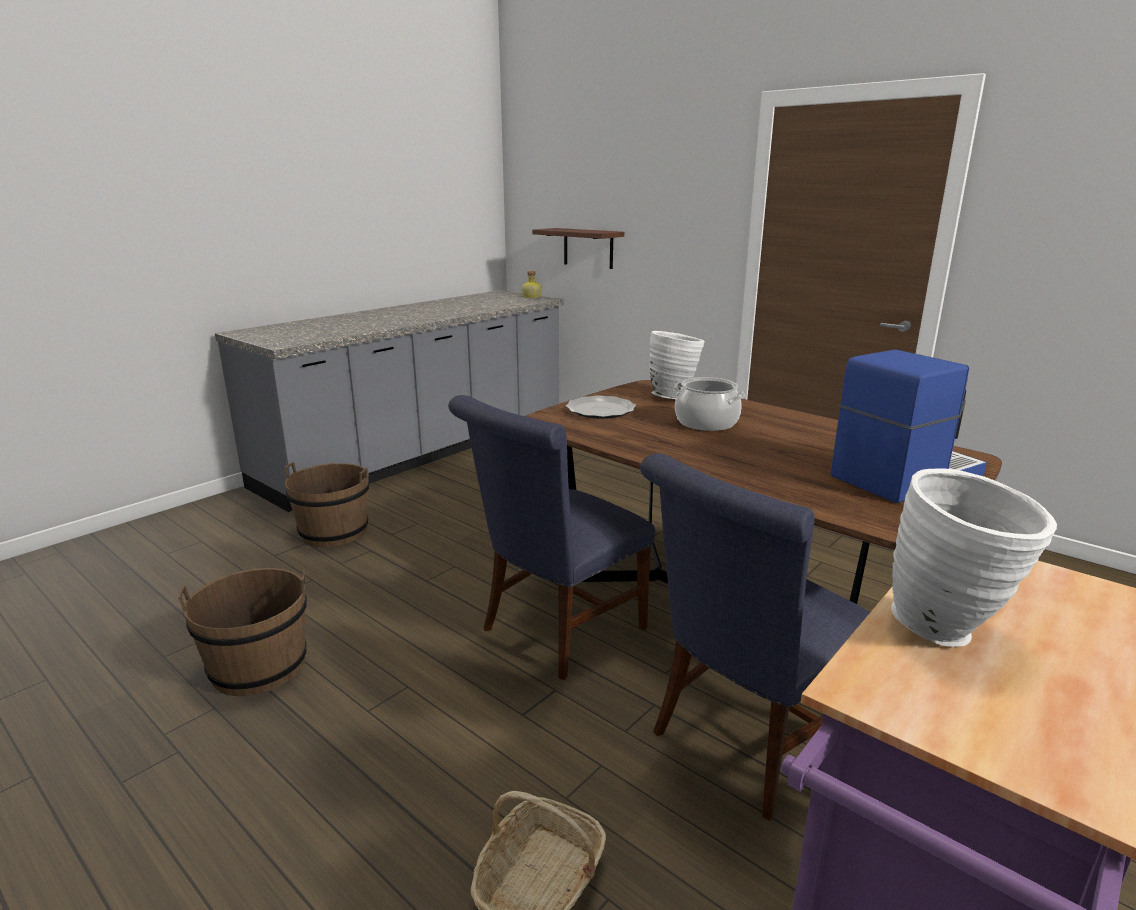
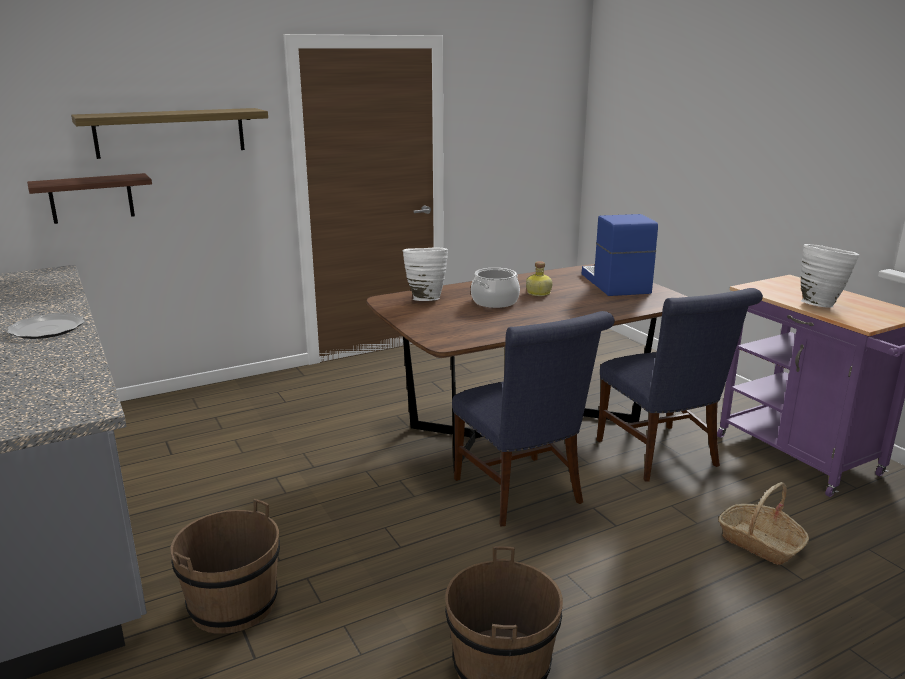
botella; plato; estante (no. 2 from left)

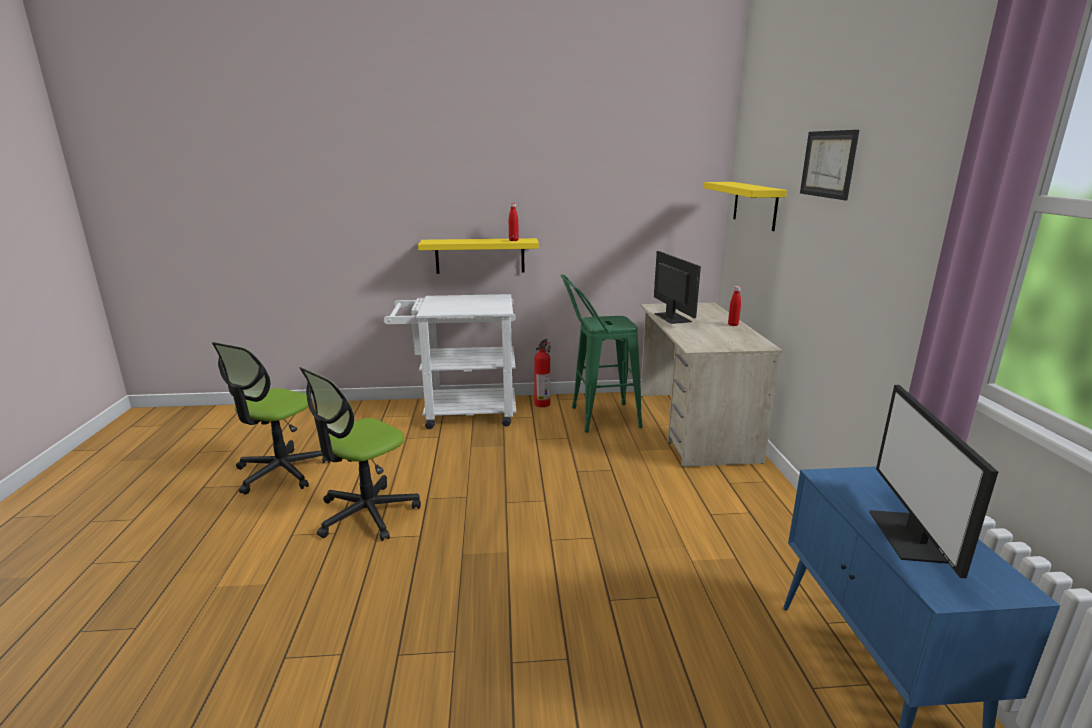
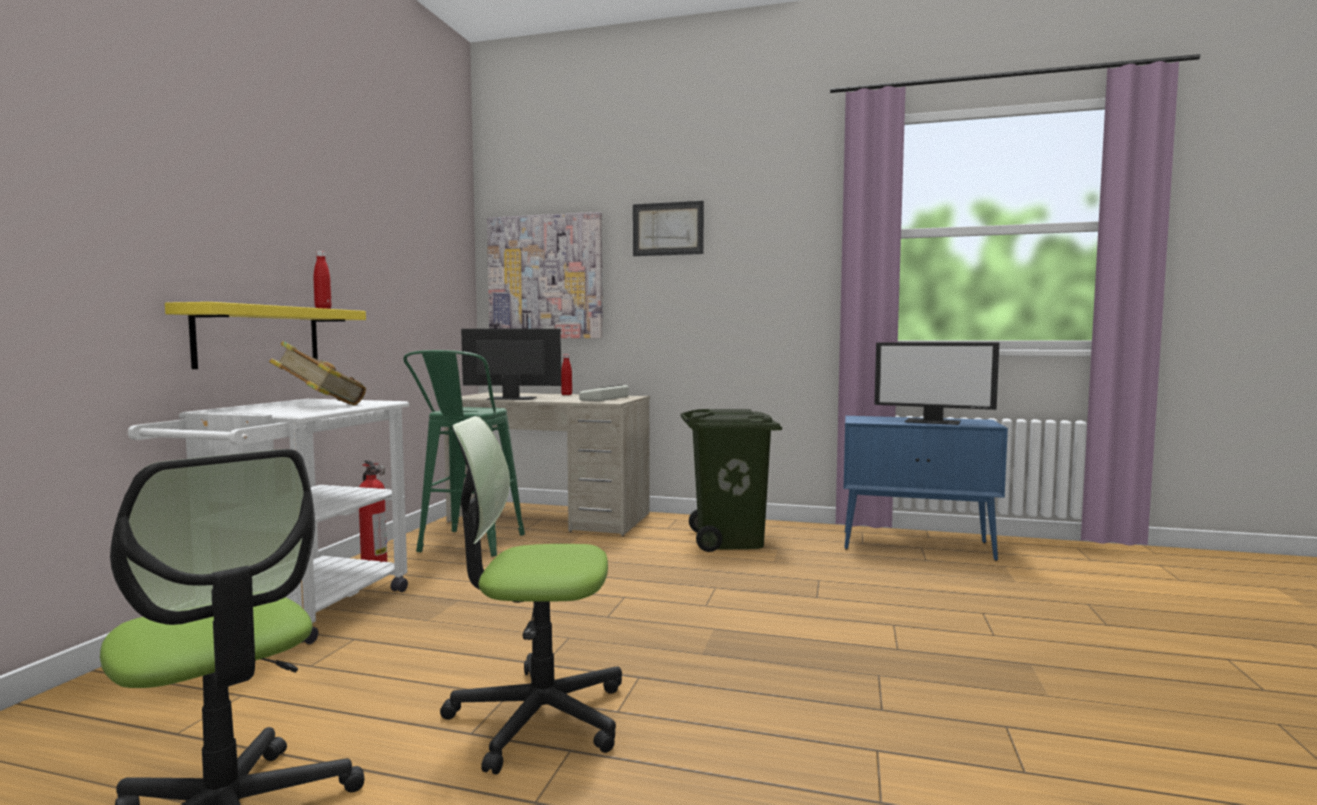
cuadro (no. 1 from left); silla de oficina (no. 2 from left); libro; teclado; papelera (verde)

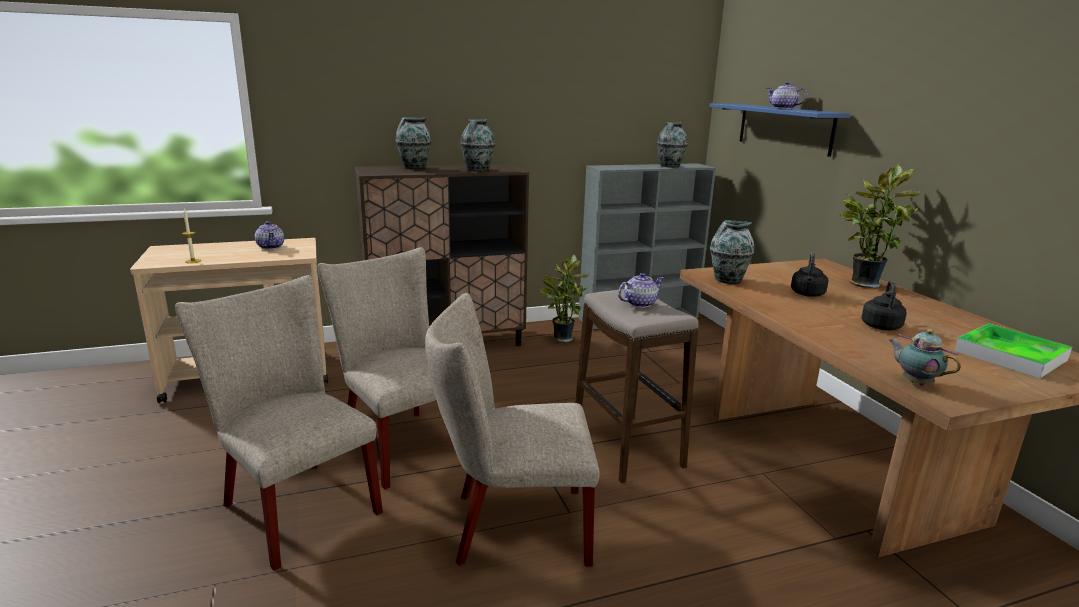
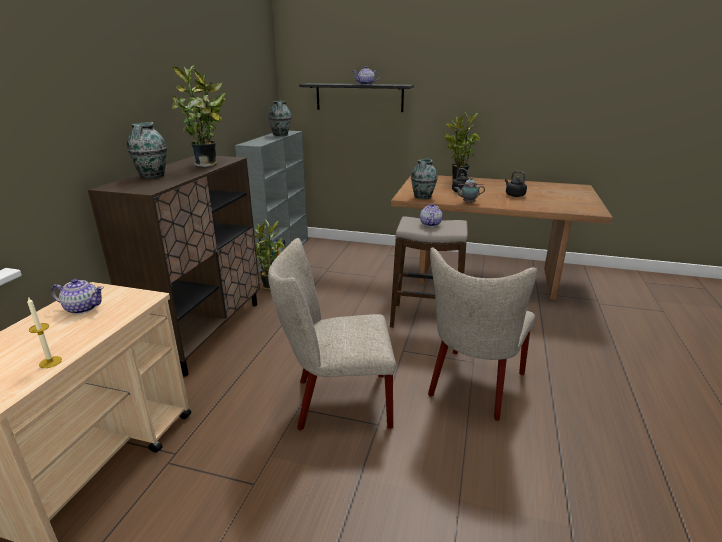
estante (negro); planta en maceta (no. 1 from left); silla (beis) (no. 1 from left in the first image); bandeja; tetera (no. 4 from left)

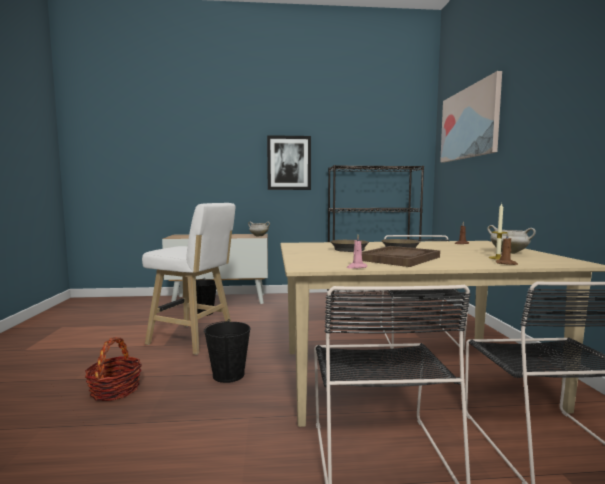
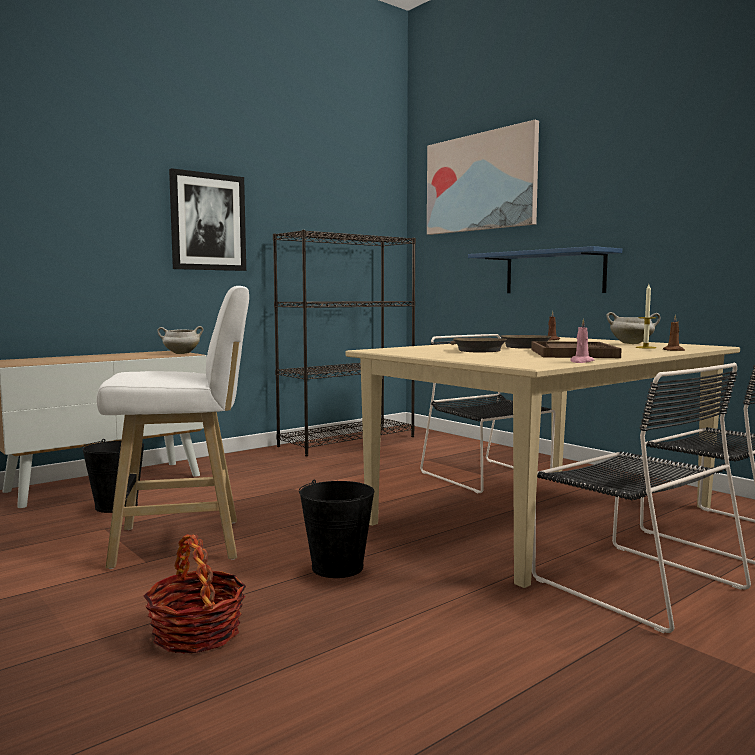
estante (azul)

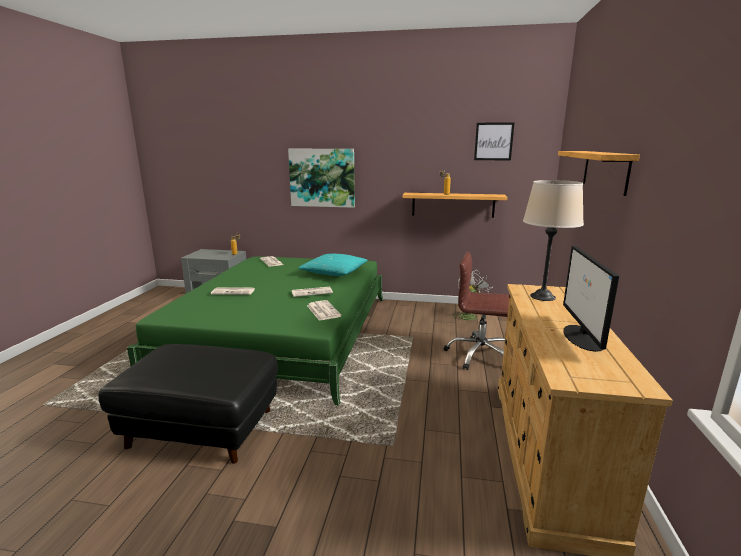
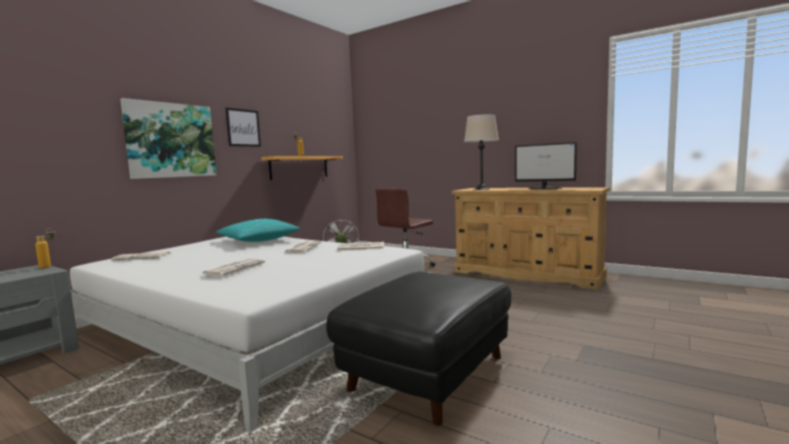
cuadro (no. 2 from left); estante (no. 2 from left in the first image); cama (blanco)

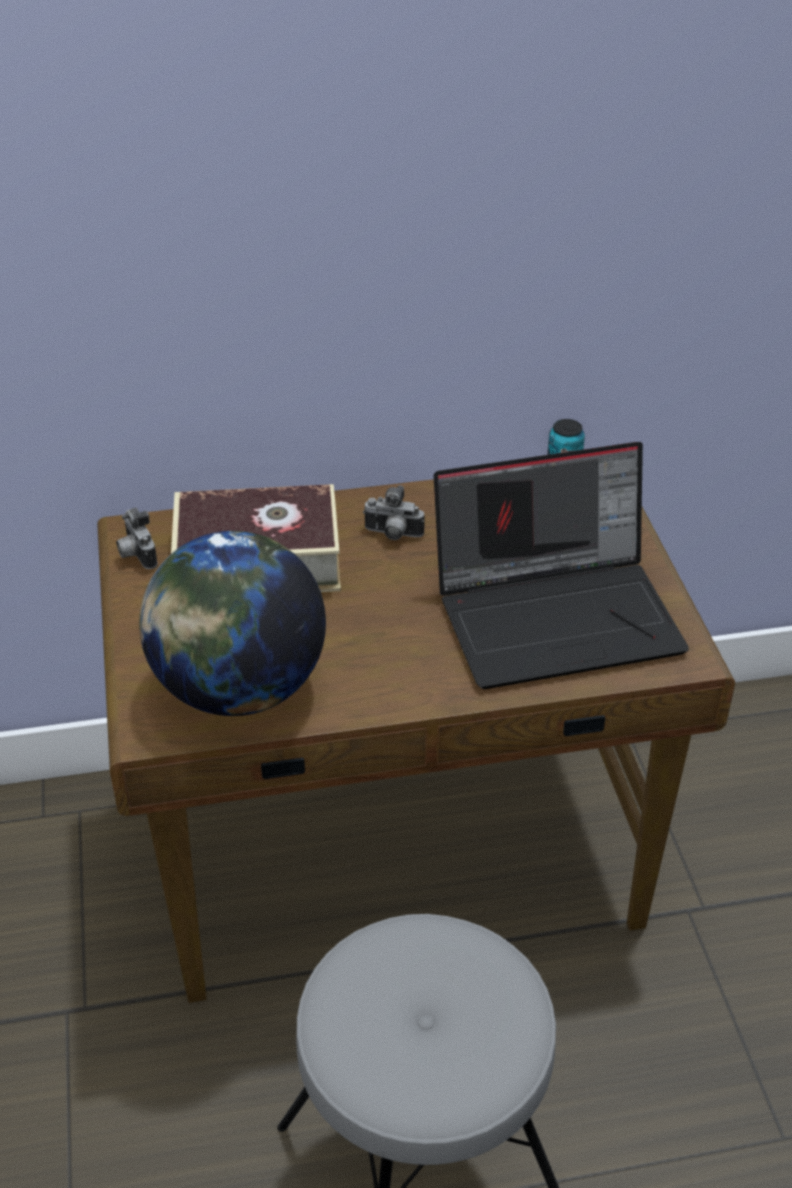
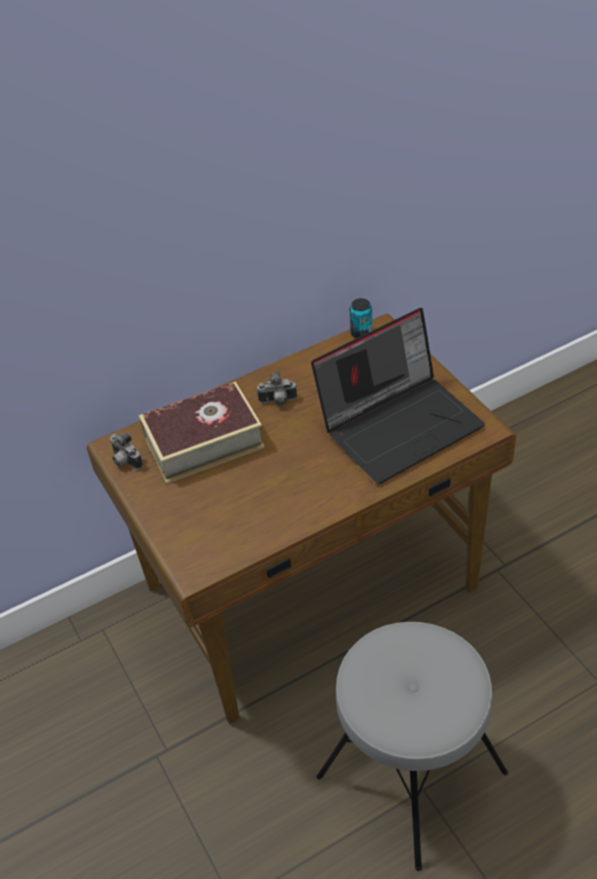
globo terráqueo

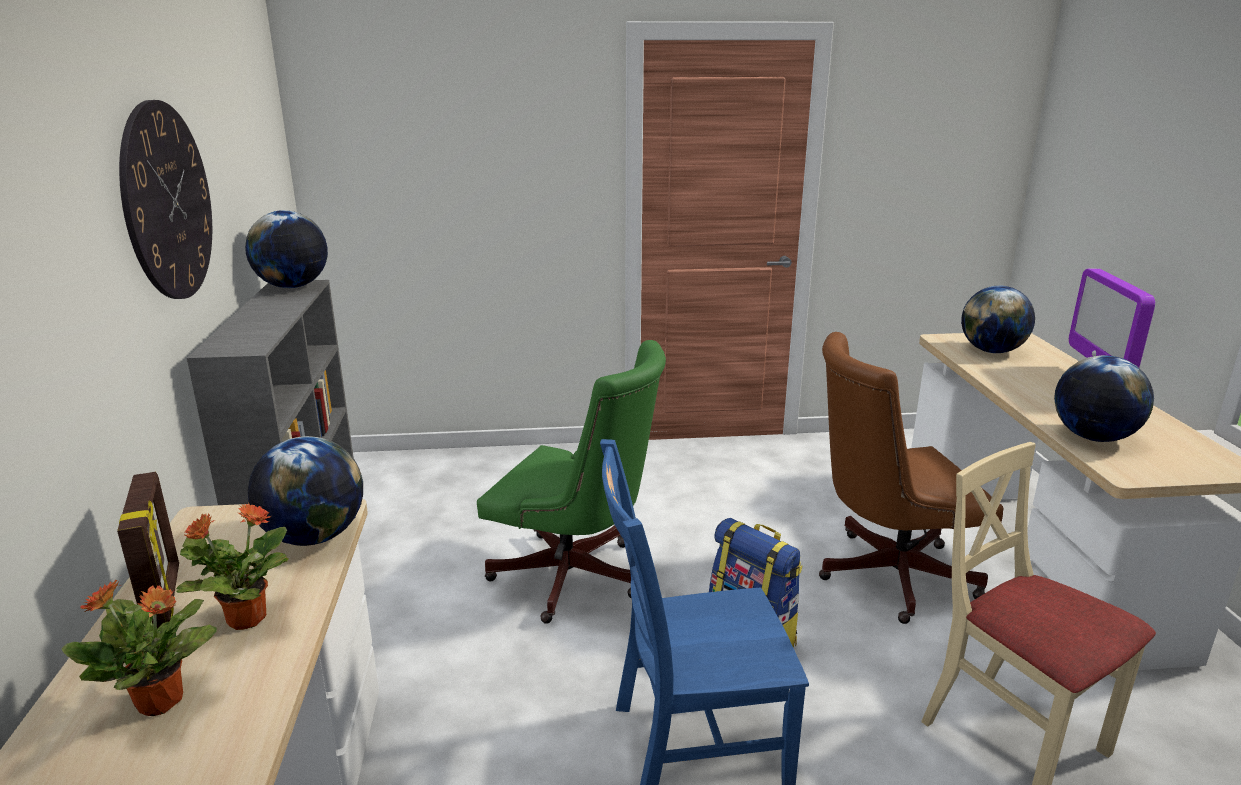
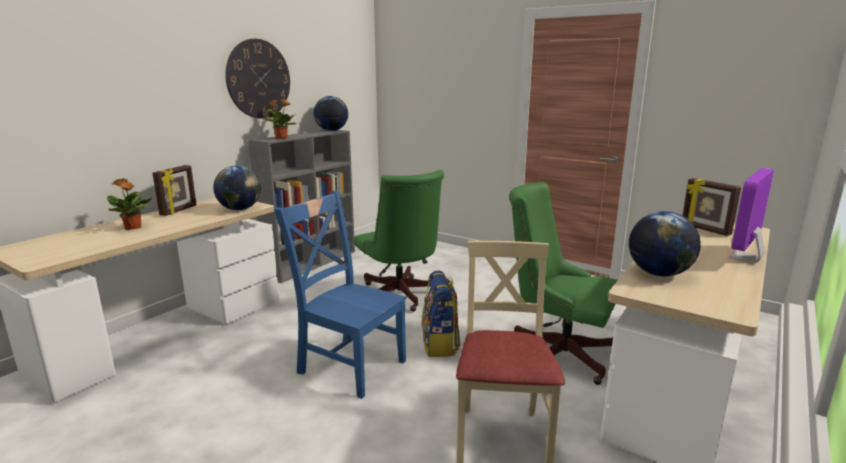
portarretratos (no. 2 from left); silla de oficina (verde) (no. 2 from left); planta en maceta (no. 2 from left)

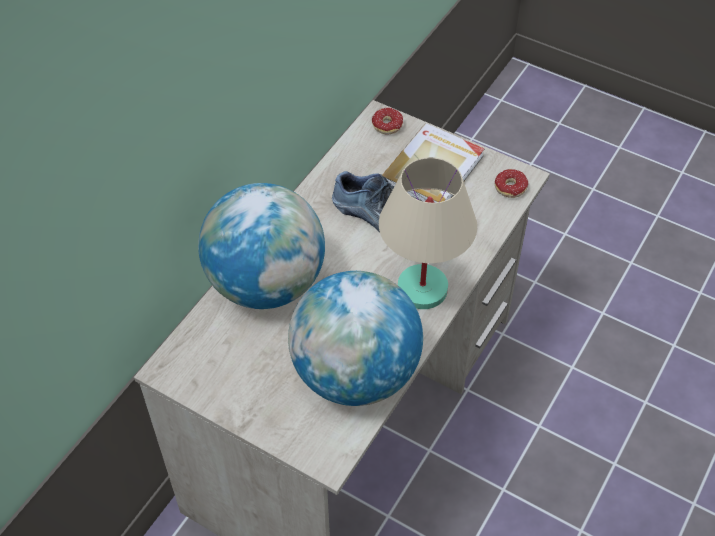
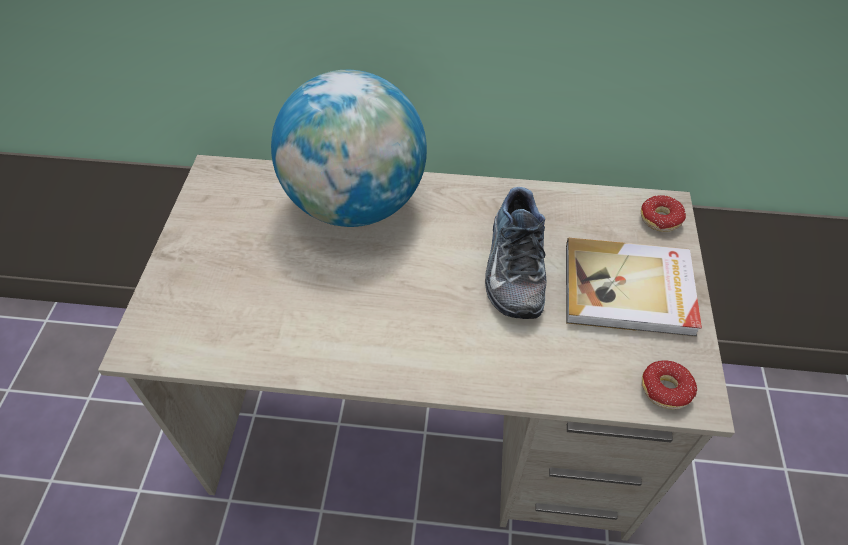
lámpara de mesa (beis); globo terráqueo (no. 2 from left in the first image)

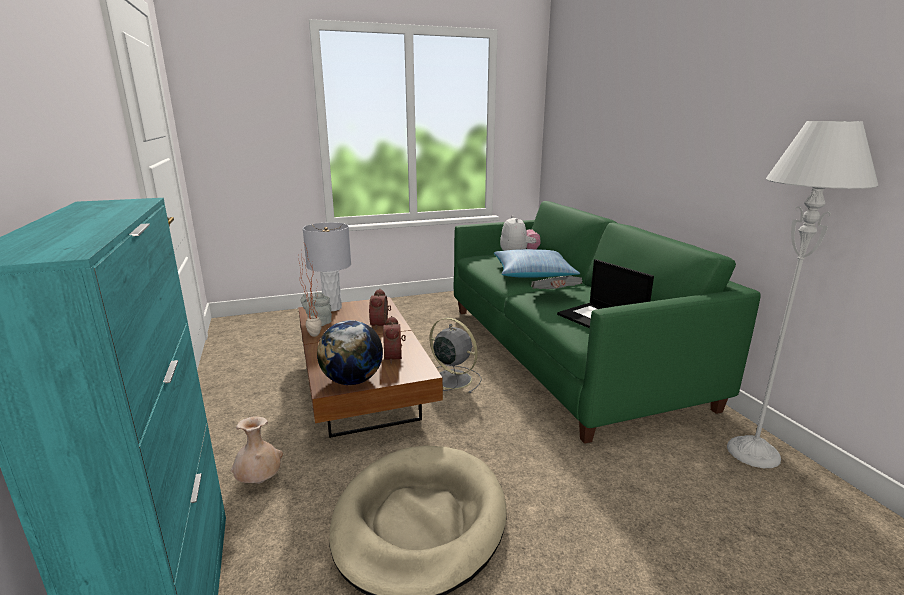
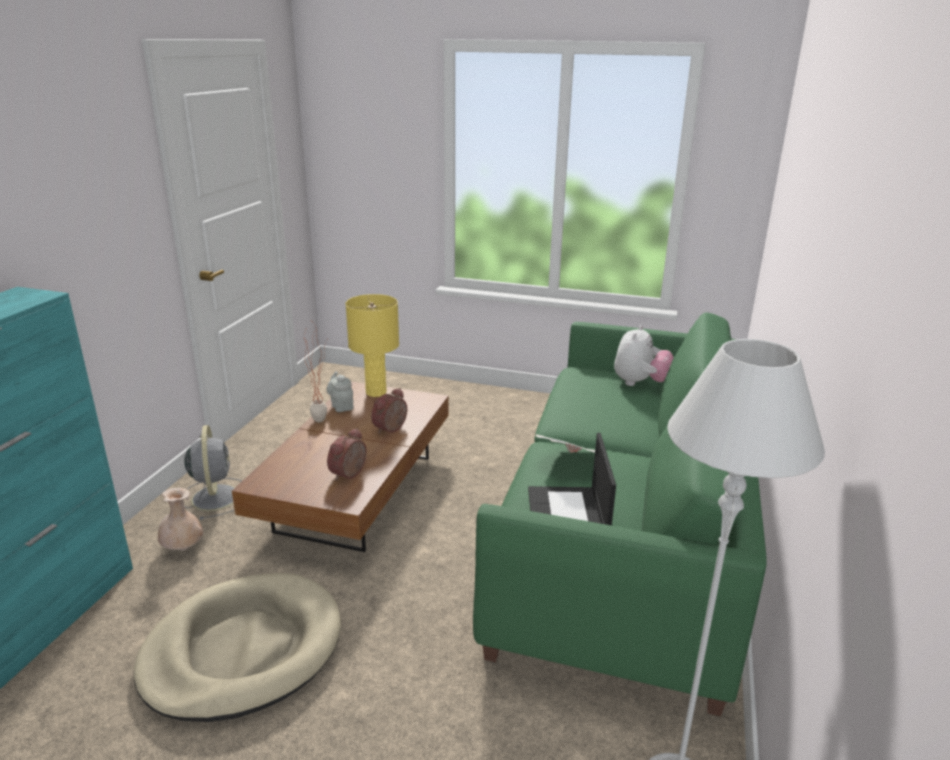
lámpara de mesa (amarillo); cojín; ventilador (gris); globo terráqueo

